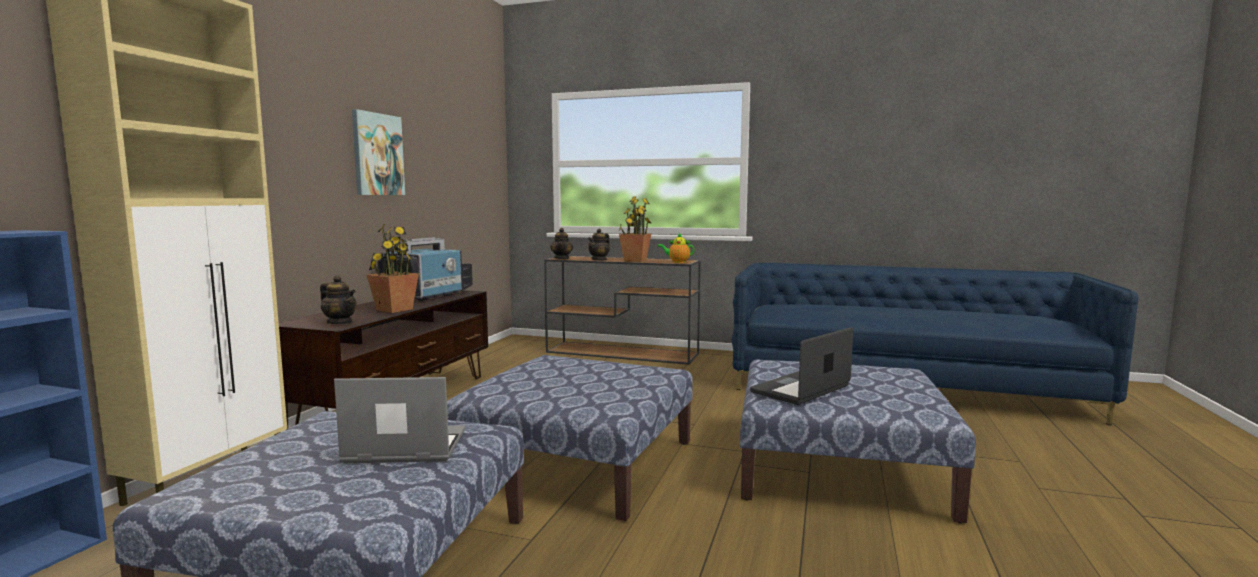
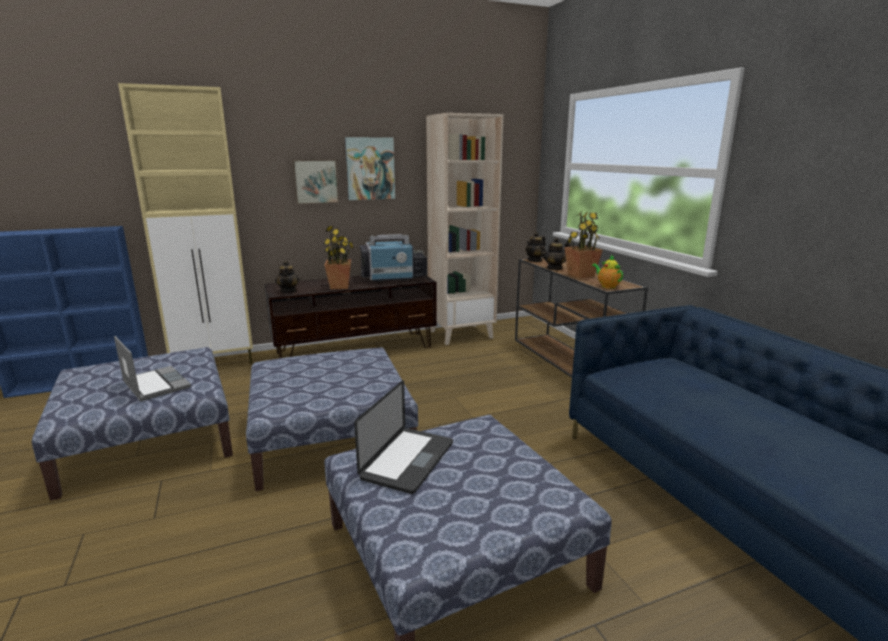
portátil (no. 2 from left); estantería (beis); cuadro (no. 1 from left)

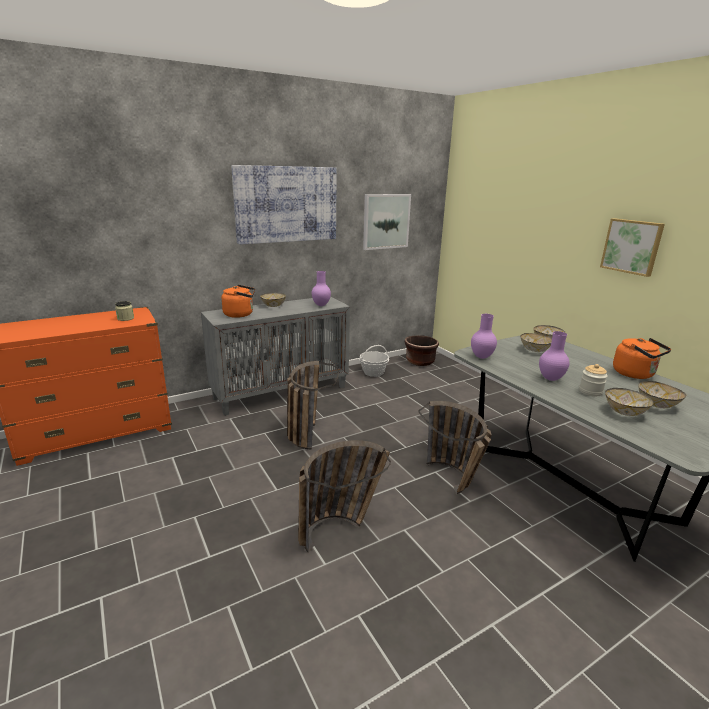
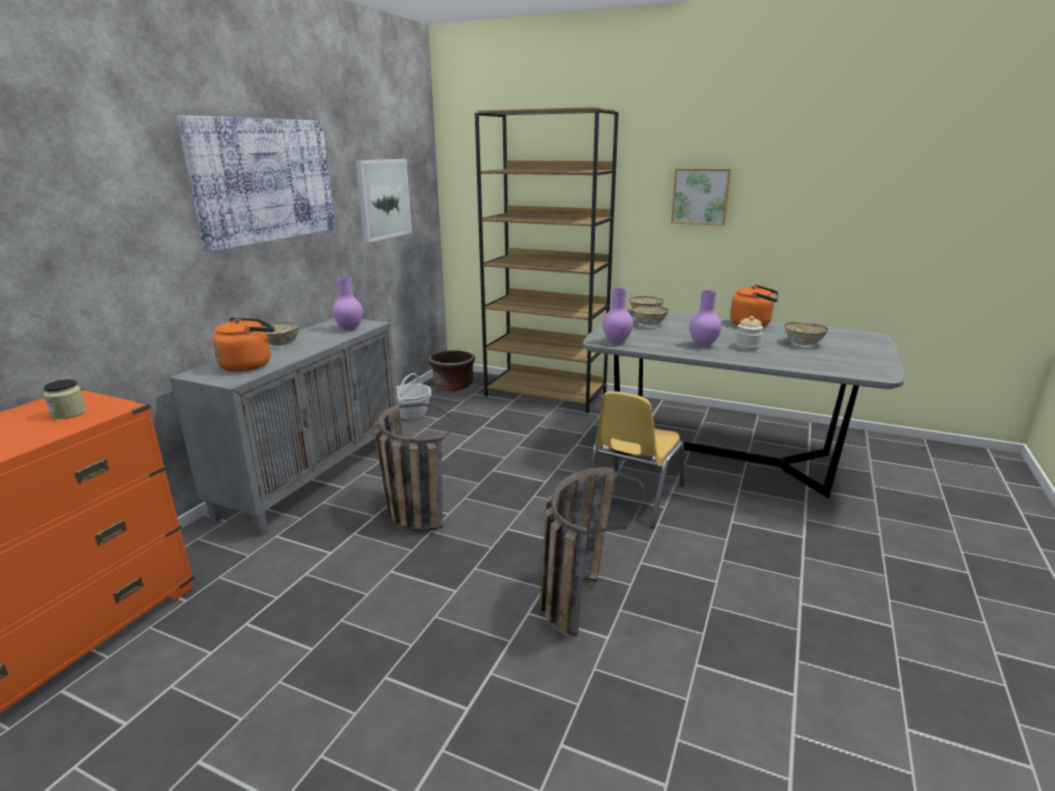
cuenco (no. 4 from left in the first image); silla (amarillo); estantería (marrón)

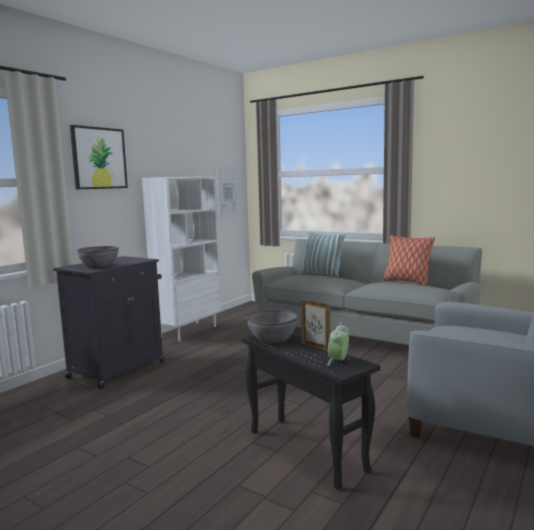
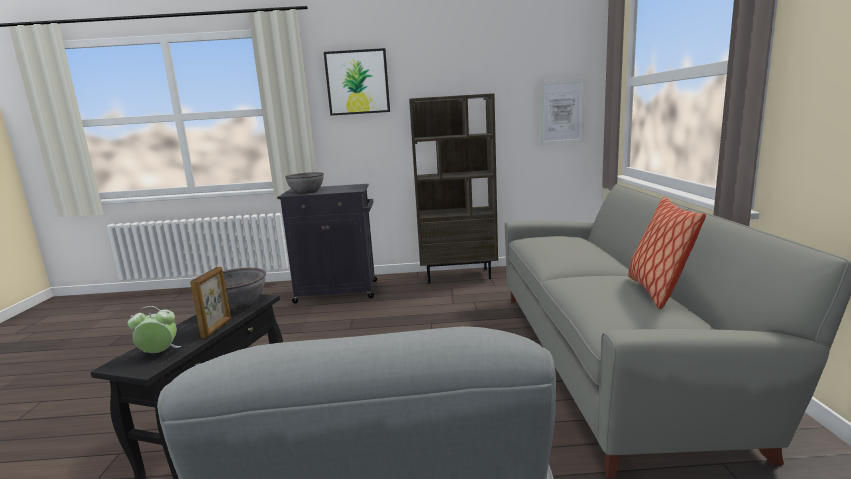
estantería (marrón); cojín (no. 1 from left in the first image)

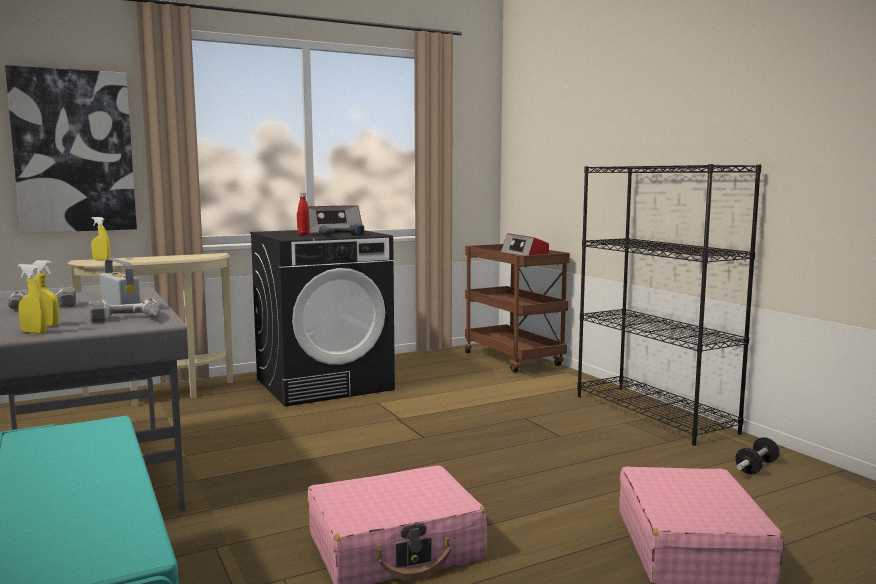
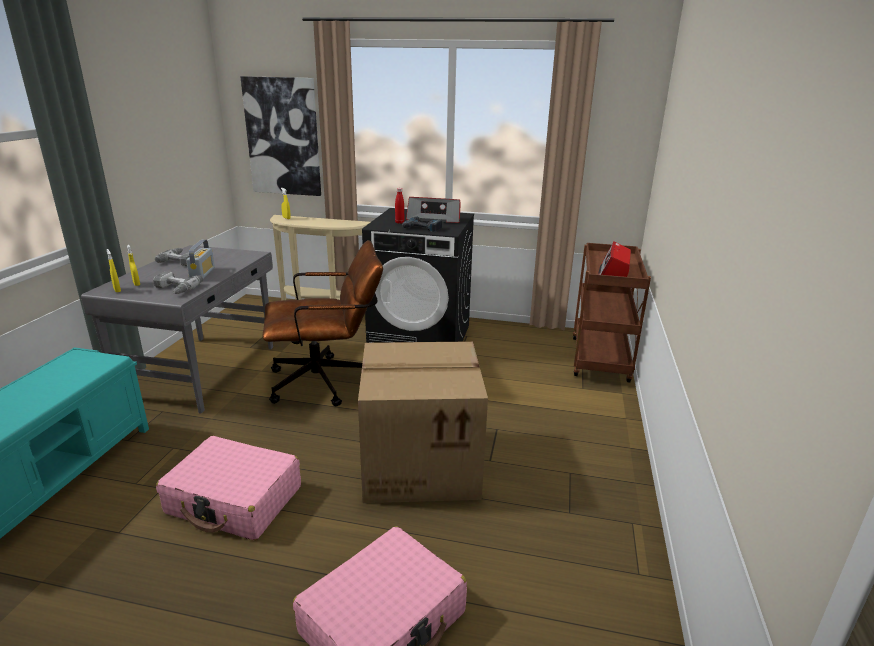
estantería (negro); mancuerna; silla de oficina (marrón); caja de cartón

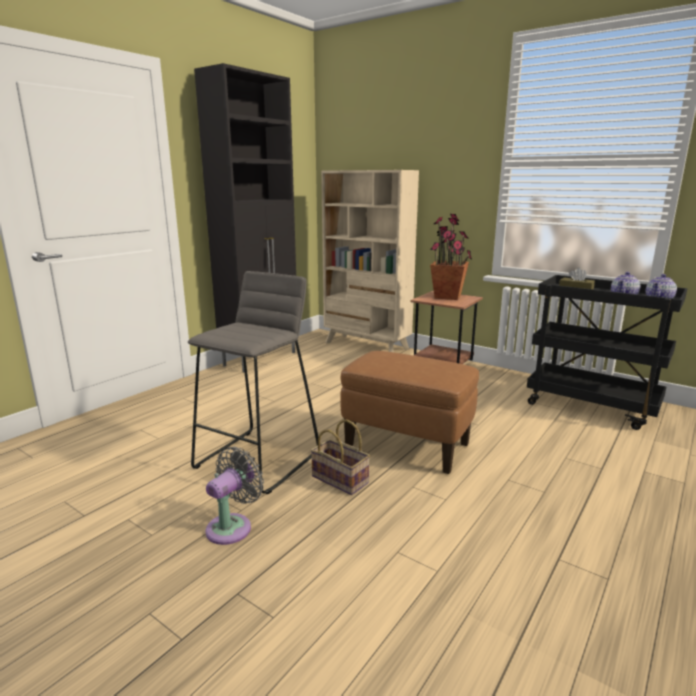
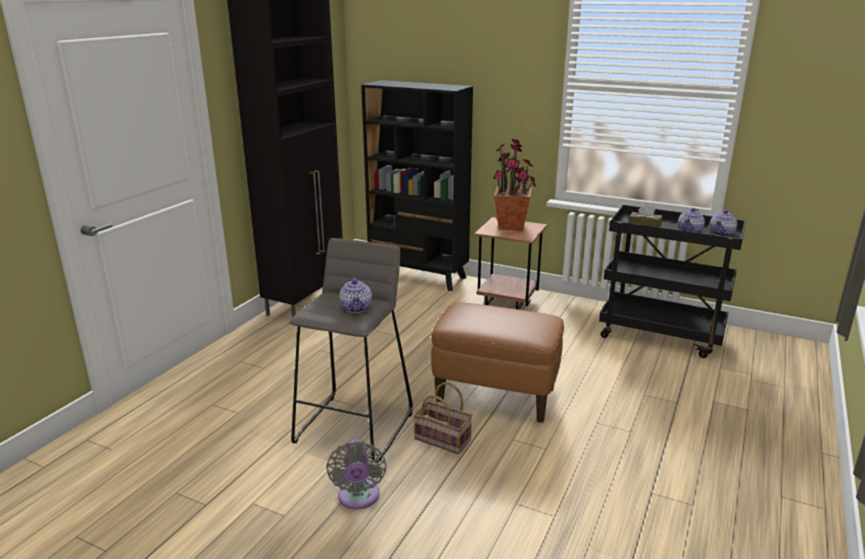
estantería (negro); ventilador (gris); tetera (no. 1 from left)

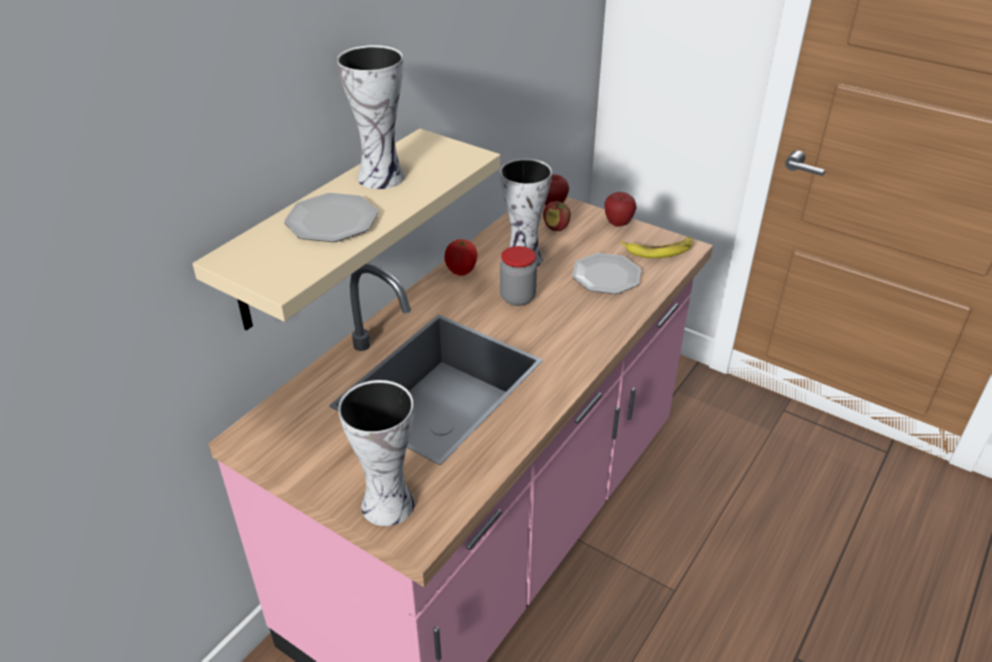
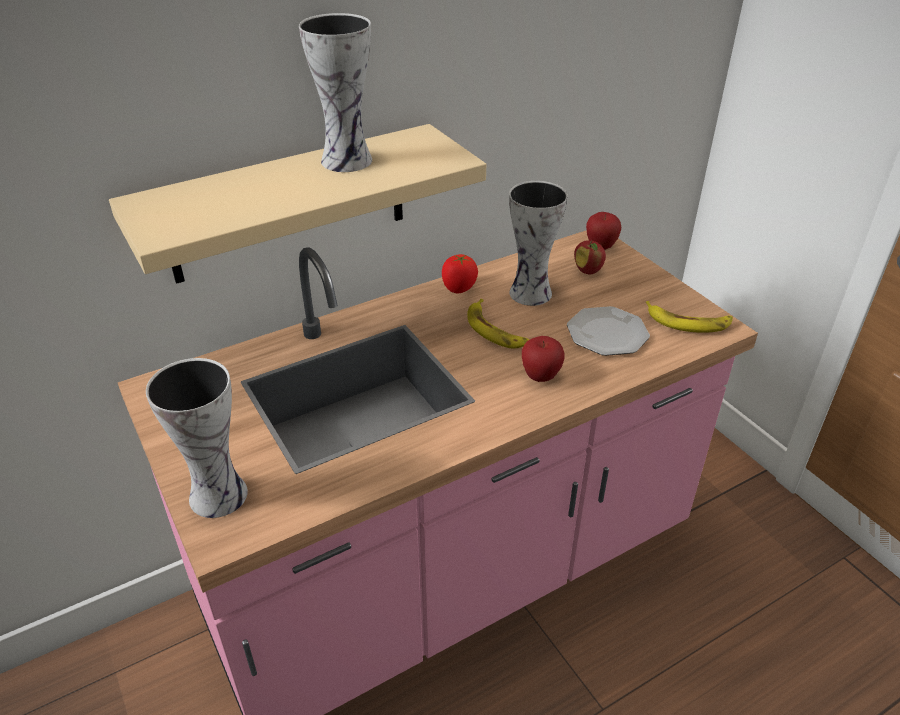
manzana (no. 1 from left); plato (no. 1 from left in the first image); plátano (no. 1 from left)

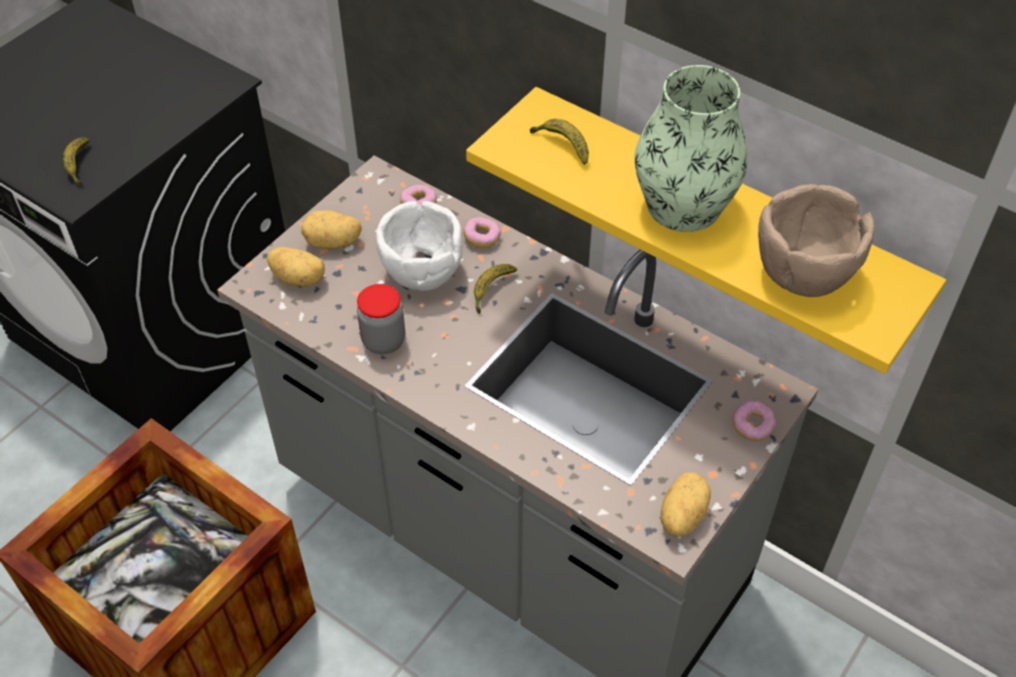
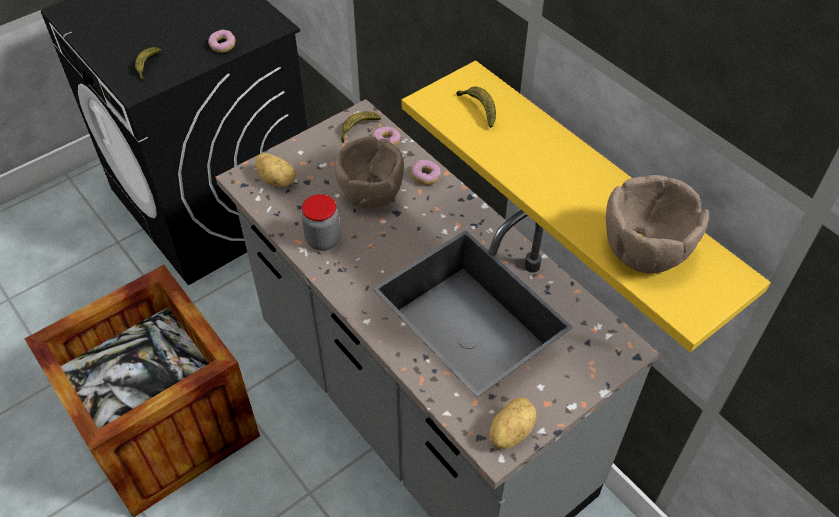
florero; cuenco (marrón) (no. 1 from left); patata (no. 2 from left in the first image); plátano (no. 2 from left); rosquilla (no. 1 from left)

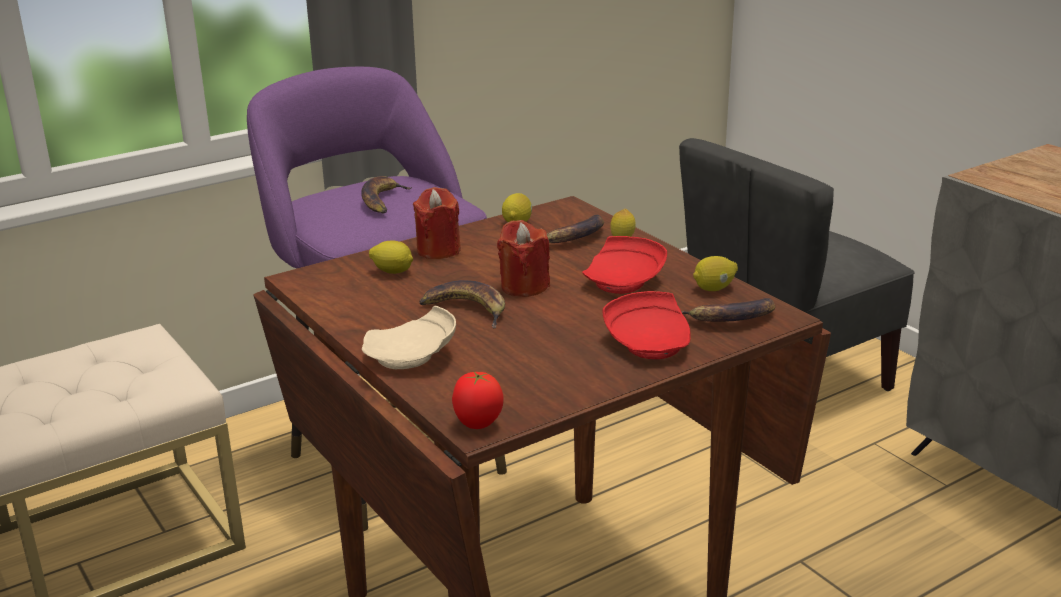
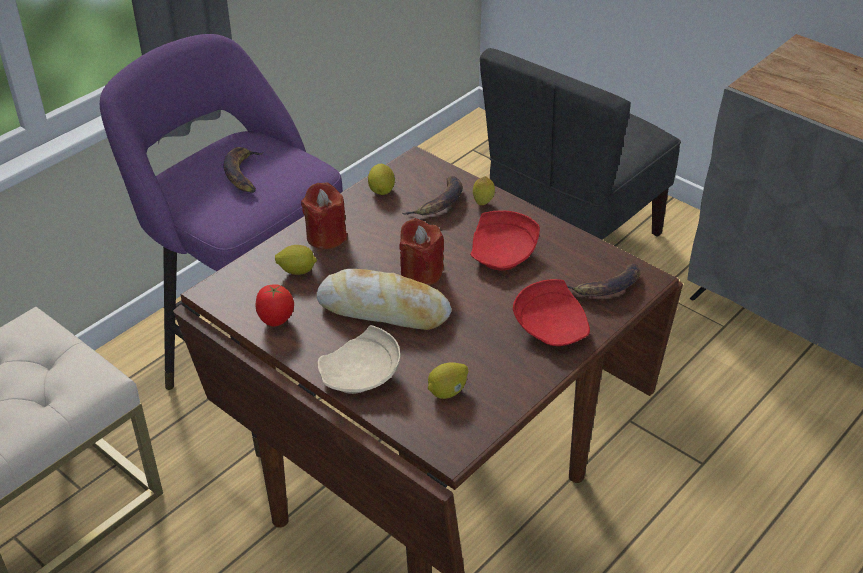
limón (no. 3 from left); pan; tomate

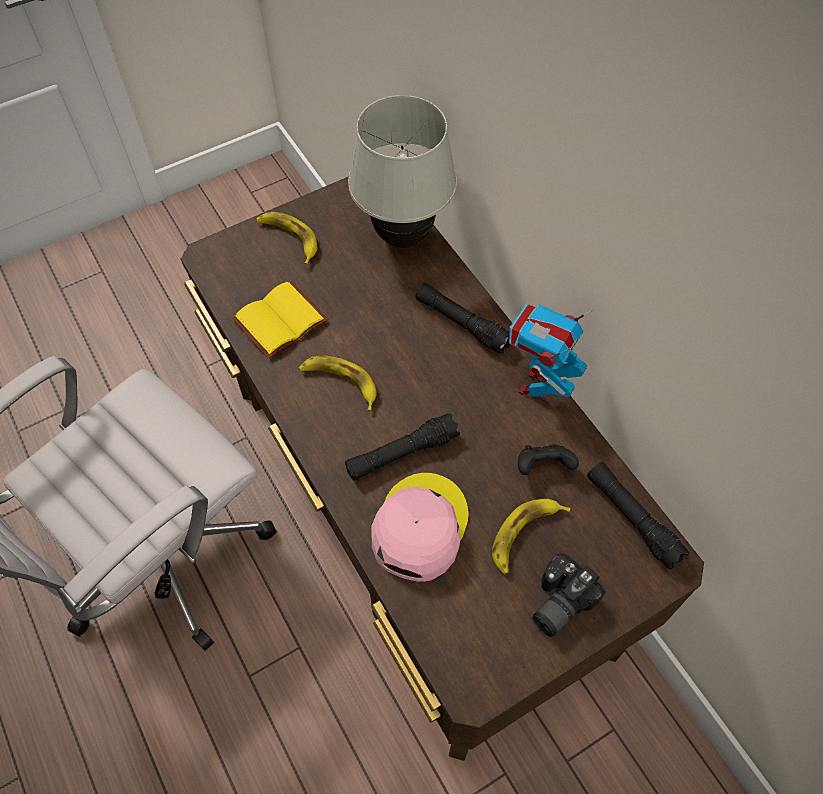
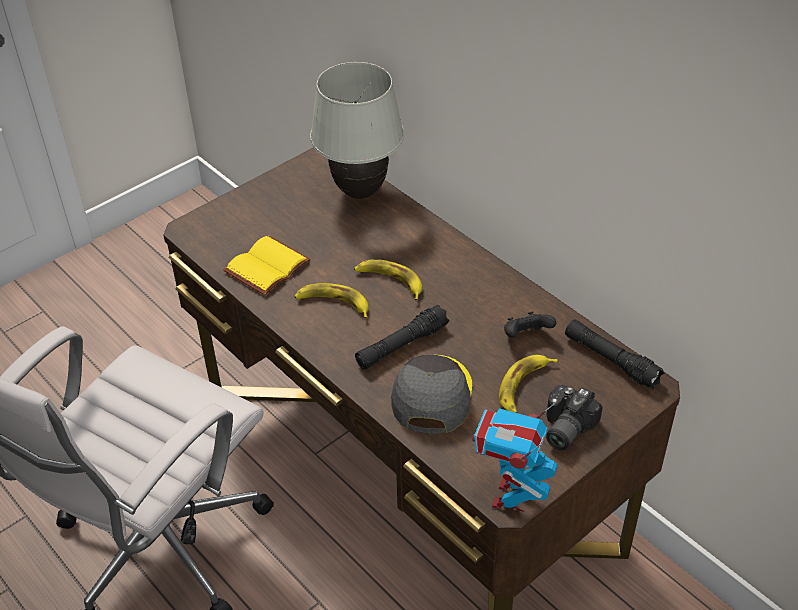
plátano (no. 2 from left); linterna (negro) (no. 2 from left in the first image); robot de juguete; gorra (gris)

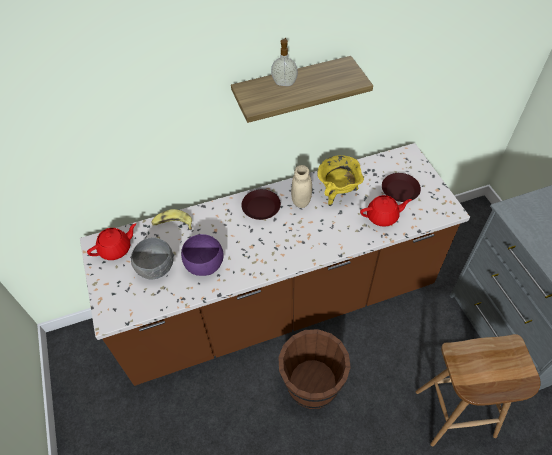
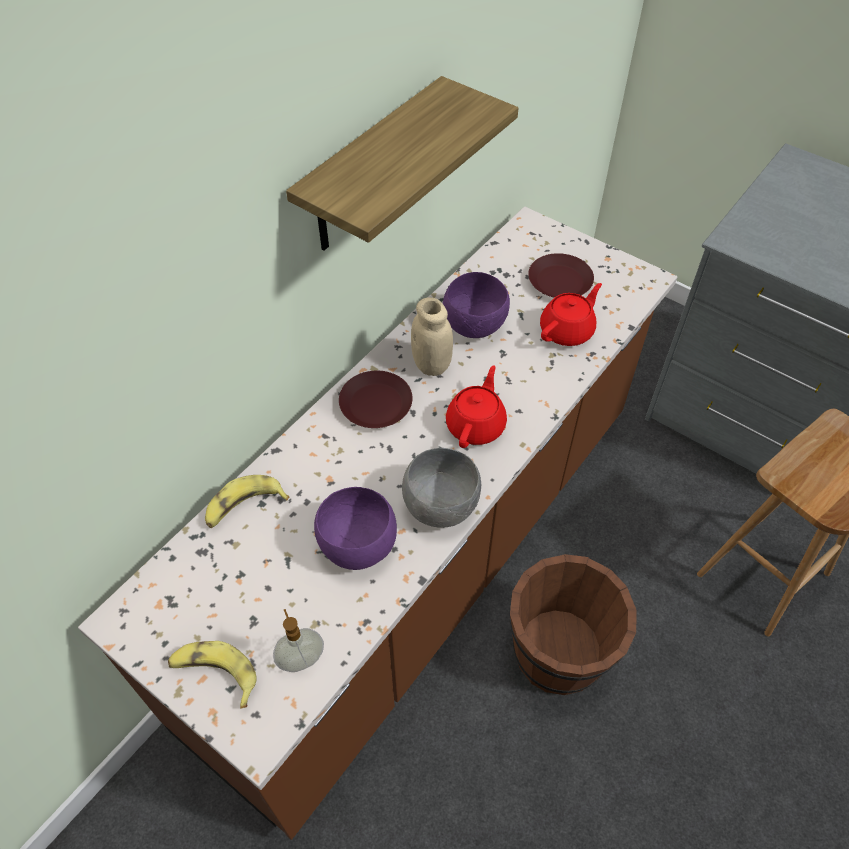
dispensador de jabón; cuenco (morado) (no. 2 from left); tetera (rojo) (no. 1 from left); cuenco (gris); plátano (no. 1 from left)

